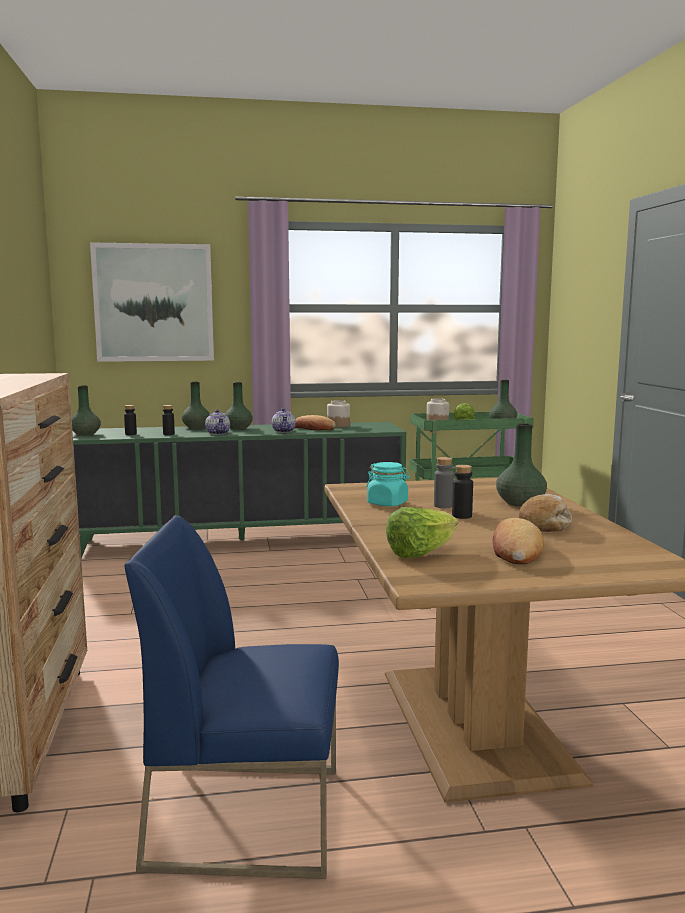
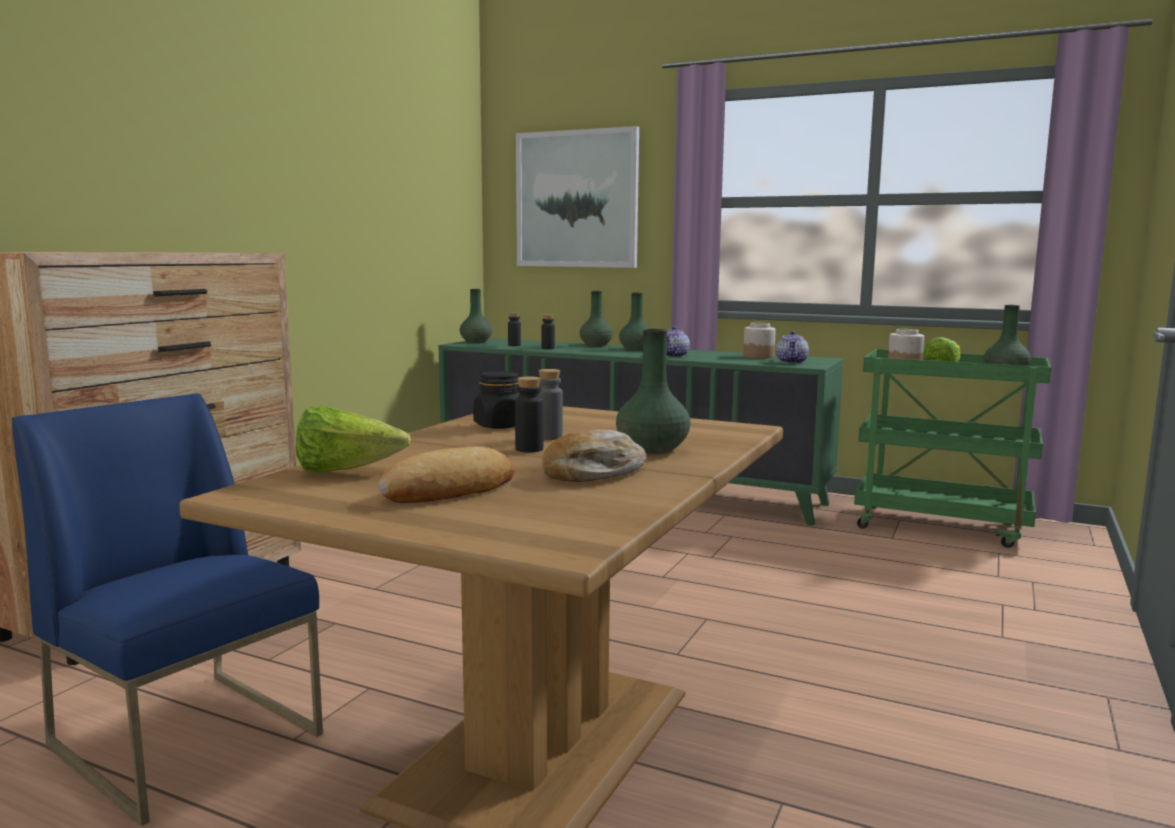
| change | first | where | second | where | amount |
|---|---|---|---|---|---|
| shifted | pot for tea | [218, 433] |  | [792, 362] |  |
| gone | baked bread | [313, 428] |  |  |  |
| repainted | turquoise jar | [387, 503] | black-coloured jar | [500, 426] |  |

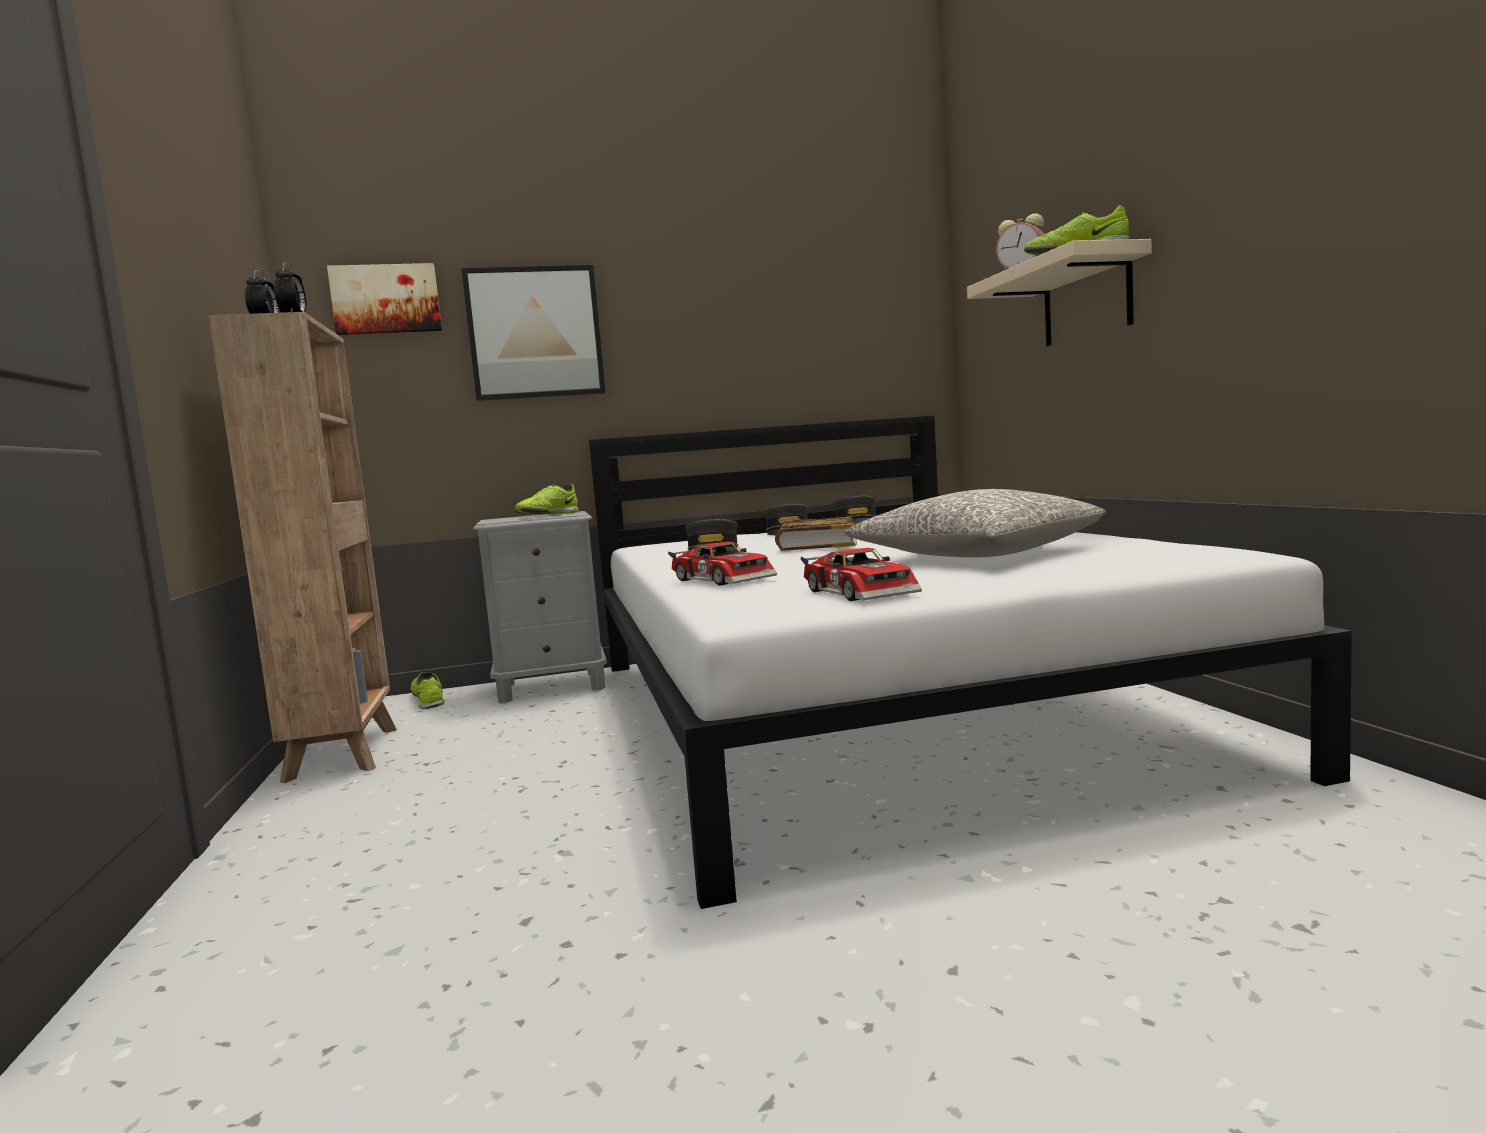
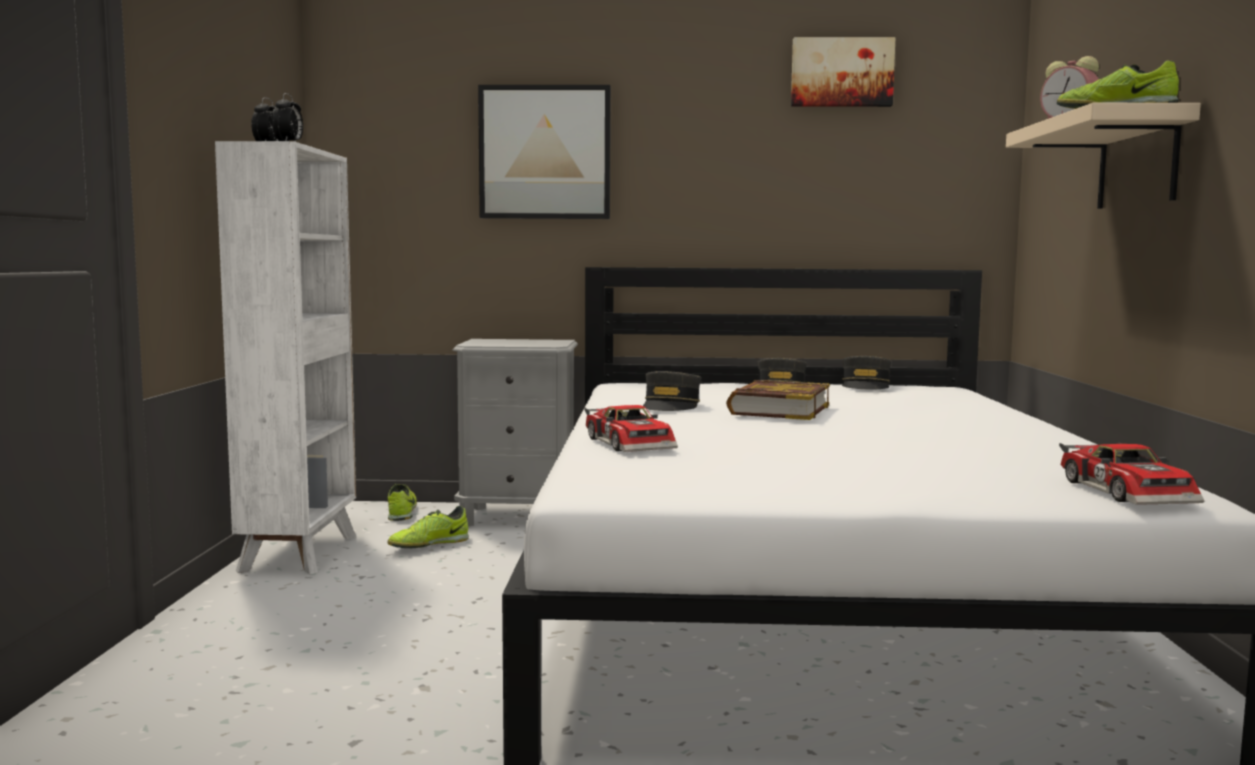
| change | first | where | second | where | amount |
|---|---|---|---|---|---|
| shifted | wall art | [386, 299] |  | [841, 73] |  |
| repainted | brown bookcase | [344, 752] | white bookcase | [301, 552] |  |
| shifted | item of footwear | [547, 515] |  | [428, 545] |  |
| gone | greyish cushion | [977, 555] |  |  |  |
| shifted | toy car | [862, 592] |  | [1129, 491] |  |

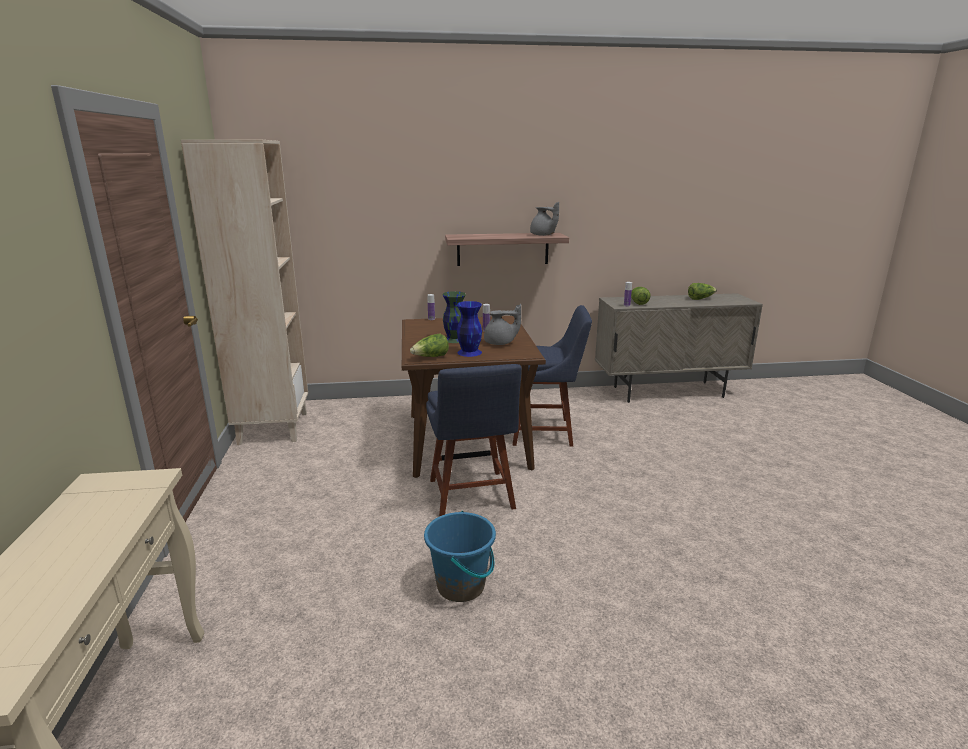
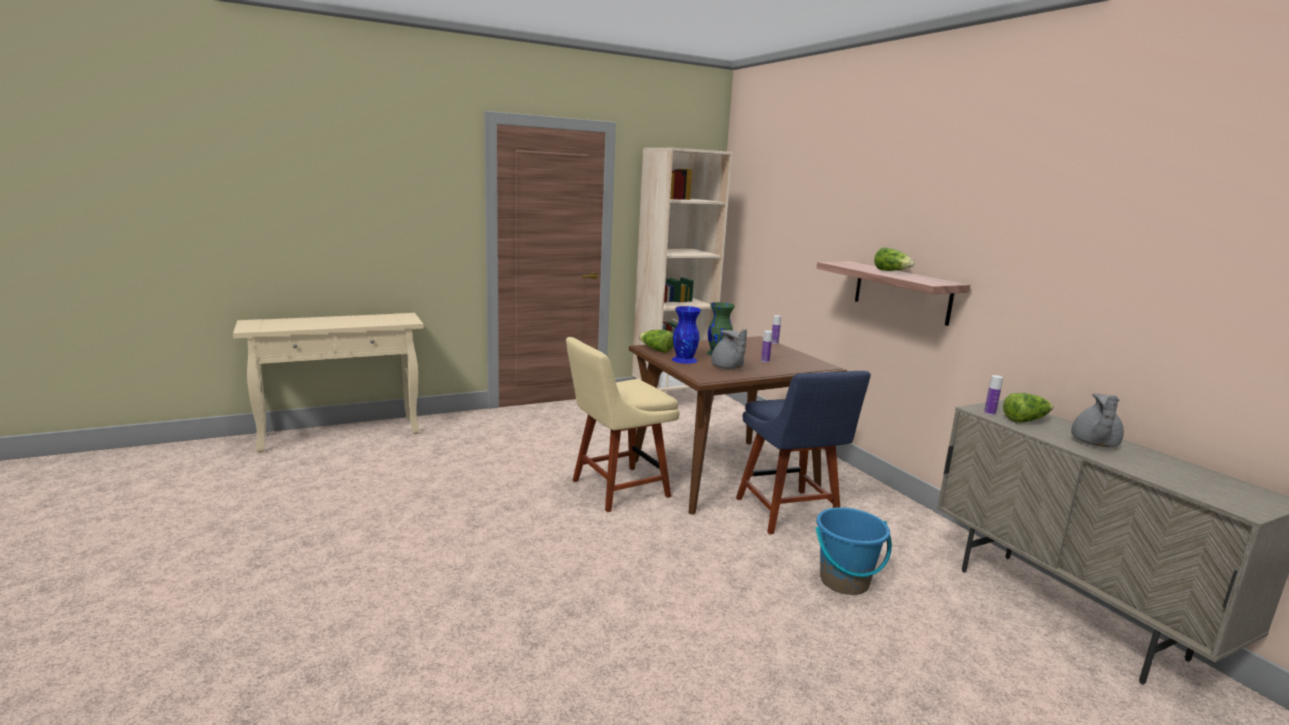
| change | first | where | second | where | amount |
|---|---|---|---|---|---|
| shifted | greyish pot for tea | [543, 235] |  | [1093, 443] |  |
| shifted | lettuce head | [700, 299] |  | [891, 271] |  |
| repainted | blue-coloured chair | [472, 496] | sand-coloured chair | [616, 489] |  |
| shifted | blue-coloured water bucket | [461, 586] |  | [844, 581] |  |

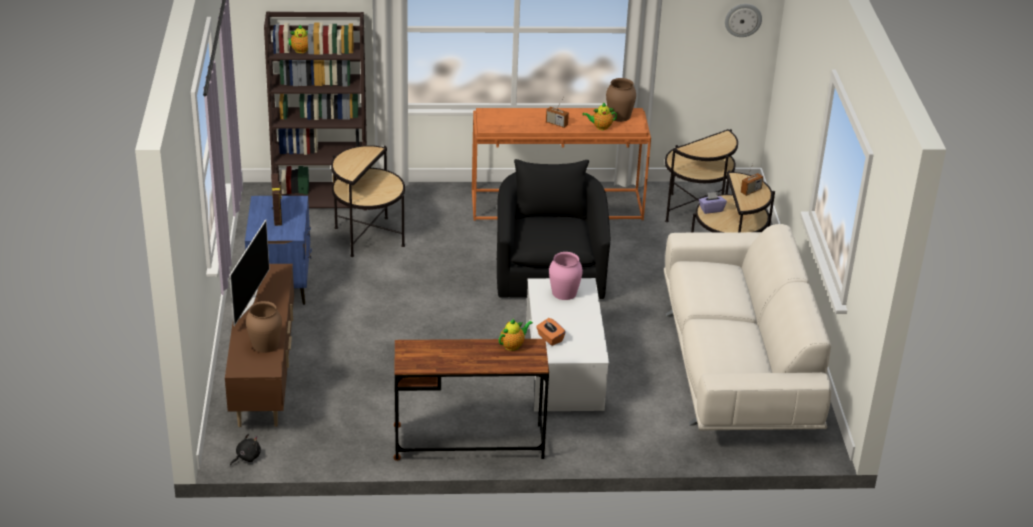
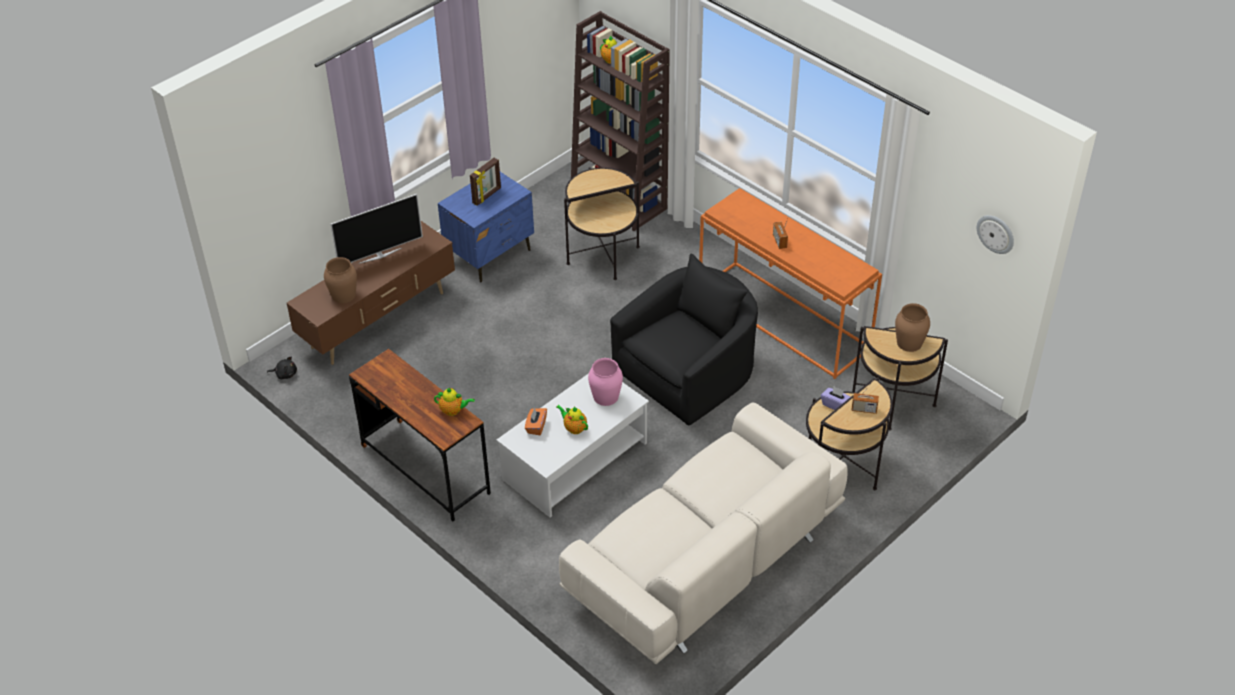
| change | first | where | second | where | amount |
|---|---|---|---|---|---|
| shifted | brown decorative vase | [619, 116] |  | [909, 343] |  |
| shifted | pot for tea | [600, 127] |  | [574, 428] |  |

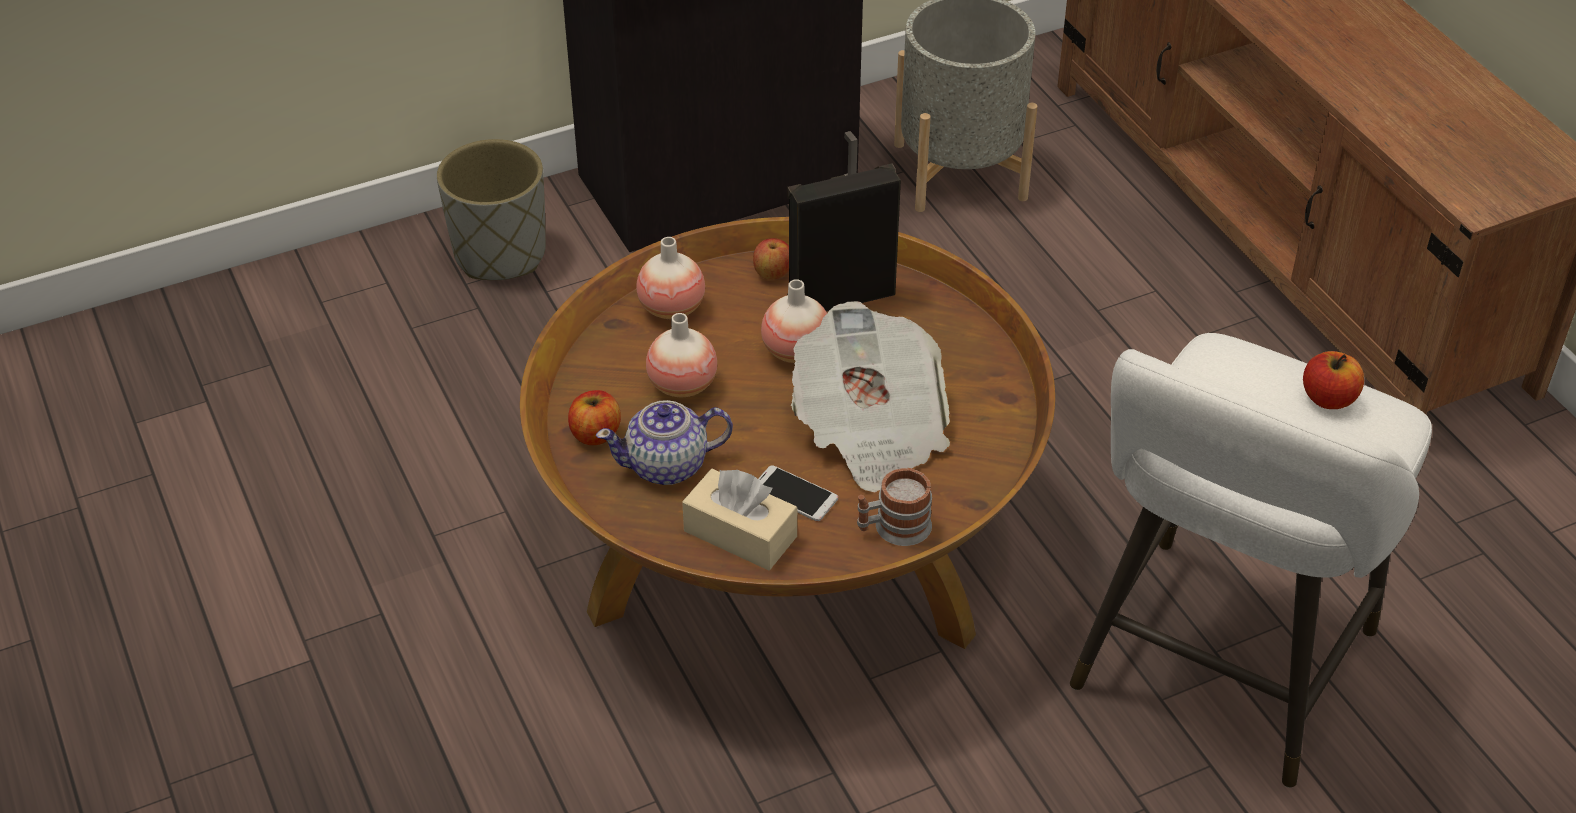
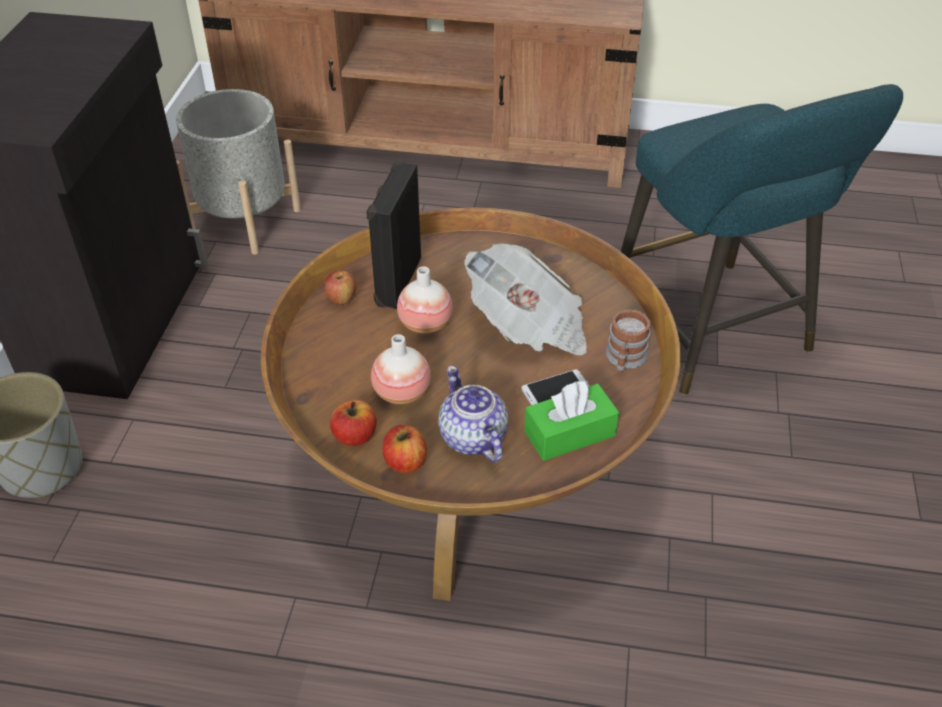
| change | first | where | second | where | amount |
|---|---|---|---|---|---|
| gone | decorative vase | [671, 308] |  |  |  |
| repainted | white stool seat | [1215, 672] | turquoise stool seat | [714, 334] |  |
| shifted | apple fruit | [1328, 398] |  | [355, 436] |  |
| rotated | pot for tea | [668, 465] |  | [472, 438] | 135 degrees clockwise |
| repainted | sand-coloured tissue holder | [740, 534] | green tissue holder | [569, 433] |  |

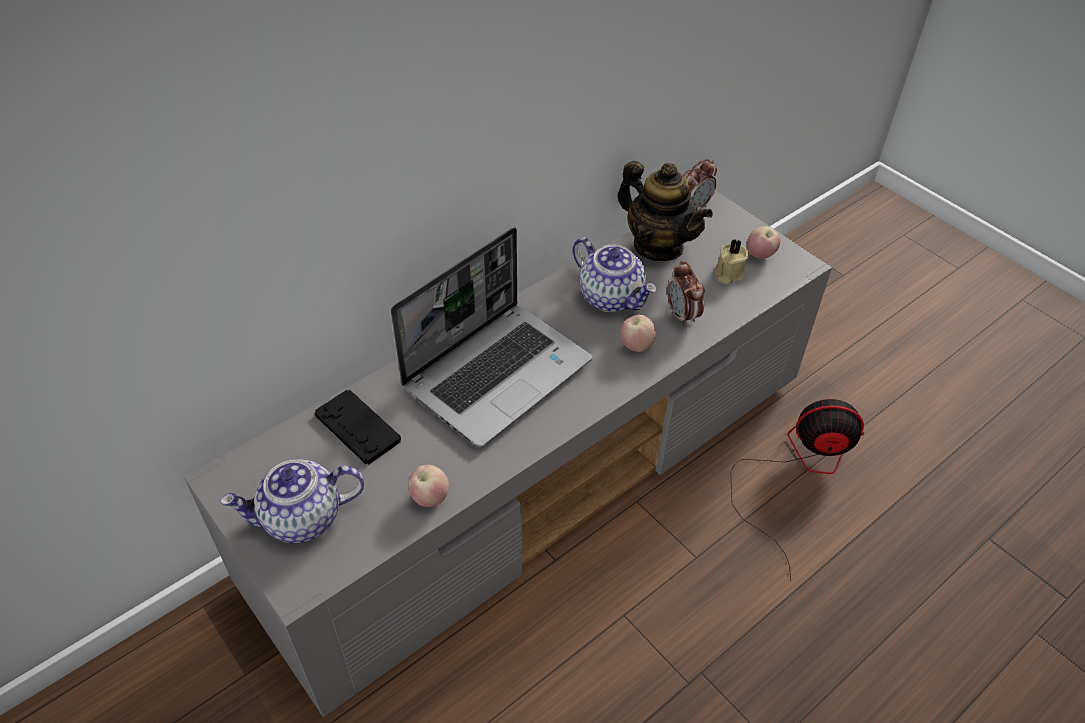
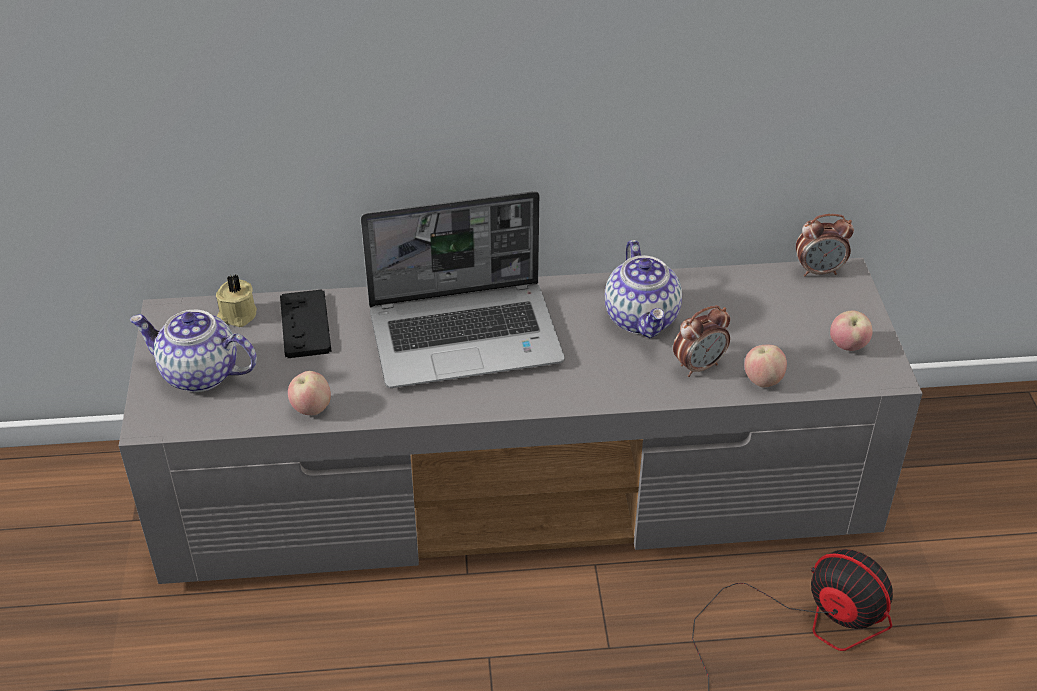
| change | first | where | second | where | amount |
|---|---|---|---|---|---|
| gone | pot for tea | [658, 246] |  |  |  |
| shifted | sand-coloured wax light | [728, 274] |  | [237, 315] |  |
| rotated | alarm clock | [682, 315] |  | [699, 366] | 135 degrees counterclockwise |
| shifted | apple fruit | [636, 346] |  | [763, 381] |  |

